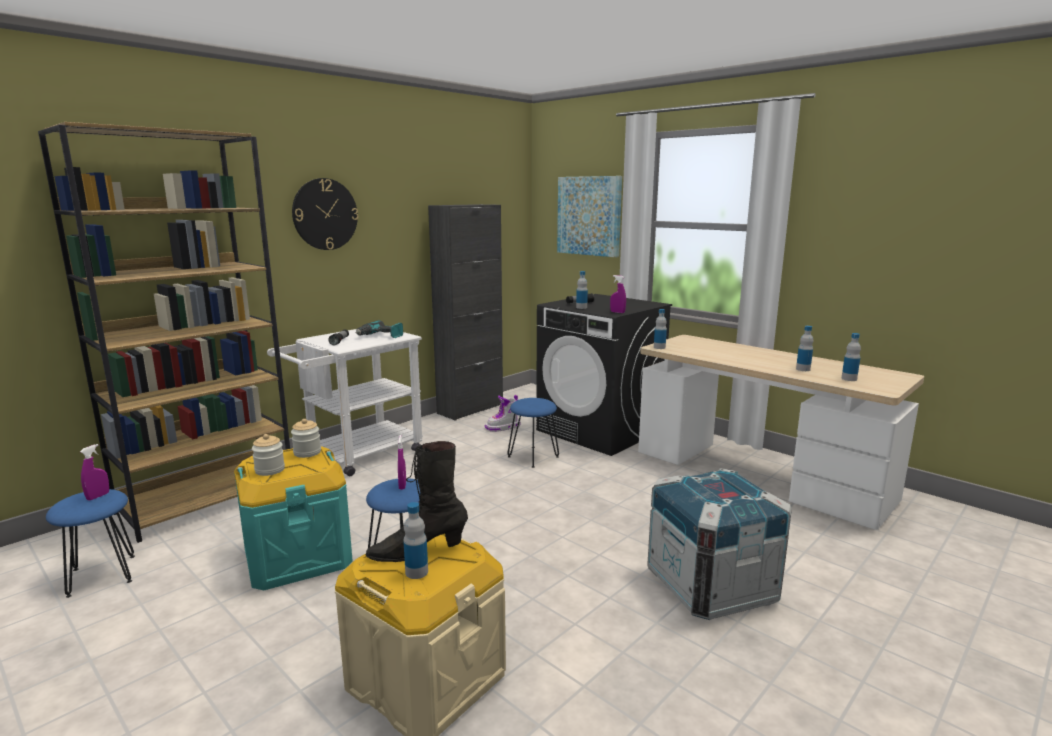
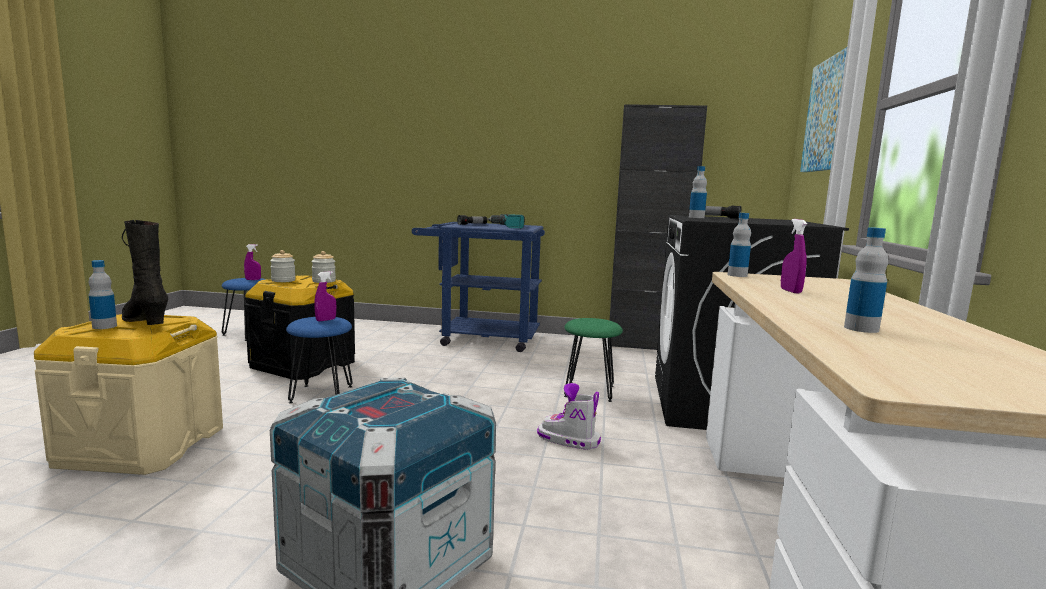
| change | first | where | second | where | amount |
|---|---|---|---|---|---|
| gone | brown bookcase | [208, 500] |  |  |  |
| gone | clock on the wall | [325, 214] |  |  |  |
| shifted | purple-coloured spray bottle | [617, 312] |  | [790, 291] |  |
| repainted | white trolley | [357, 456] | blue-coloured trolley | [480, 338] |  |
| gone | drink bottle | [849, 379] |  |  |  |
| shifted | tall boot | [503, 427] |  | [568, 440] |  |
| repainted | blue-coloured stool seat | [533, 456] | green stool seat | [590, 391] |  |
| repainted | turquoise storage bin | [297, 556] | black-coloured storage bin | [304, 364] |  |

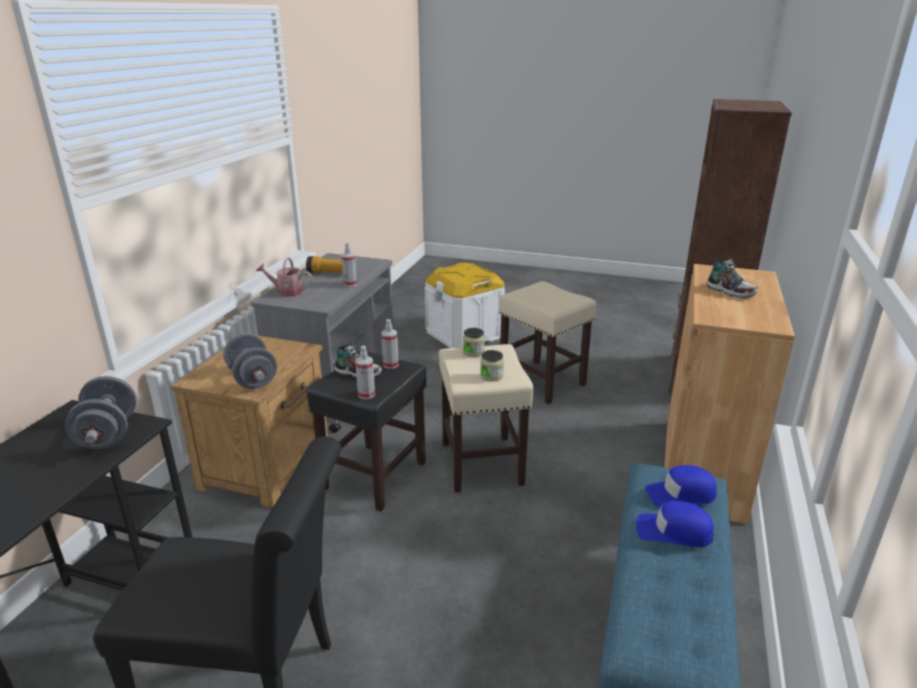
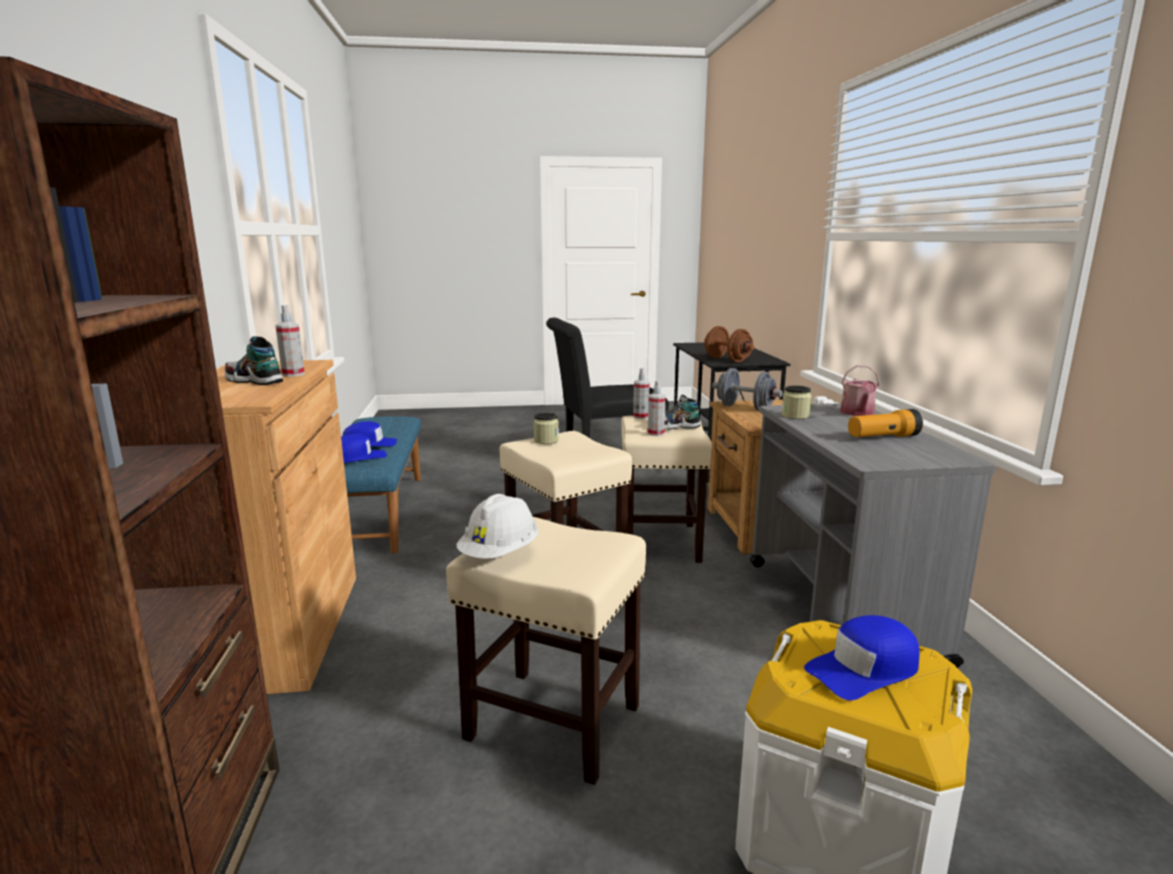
| change | first | where | second | where | amount |
|---|---|---|---|---|---|
| shifted | spray bottle | [350, 284] |  | [293, 374] |  |
| rotated | watering pot | [286, 292] |  | [858, 413] | 120 degrees clockwise |
| shifted | jar | [473, 352] |  | [795, 416] |  |
| repainted | black-coloured stool seat | [375, 475] | sand-coloured stool seat | [660, 542] |  |
| repainted | greyish dumbbell | [108, 434] | brown dumbbell | [727, 359] |  |
| new |  |  | white hard hat | [500, 554] |  |
| new |  |  | blue-coloured cap | [864, 669] |  |

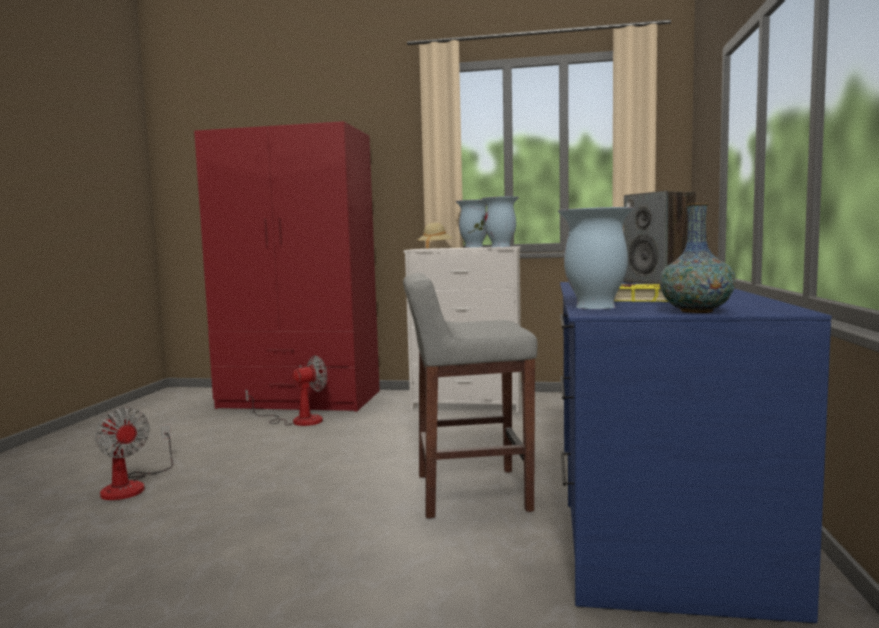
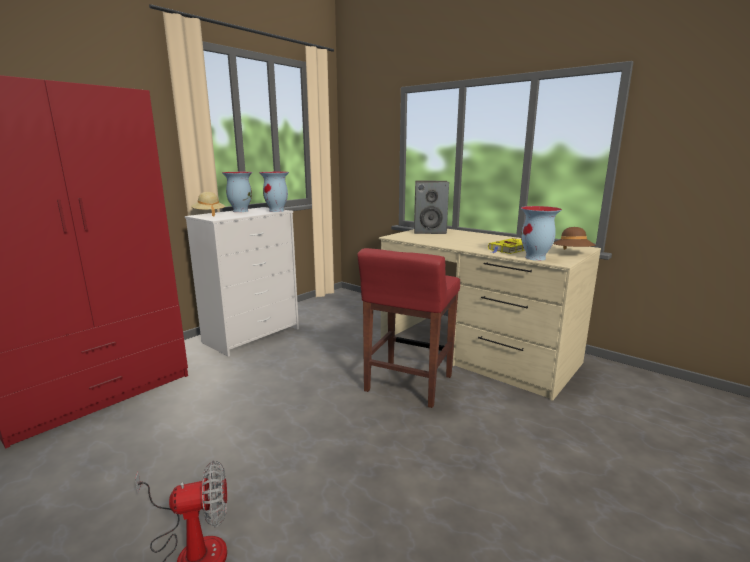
| change | first | where | second | where | amount |
|---|---|---|---|---|---|
| swapped | decorative vase | [696, 311] | brown clothing hat | [572, 253] |  |
| repainted | greyish stool seat | [469, 492] | red stool seat | [408, 384] |  |
| repainted | blue-coloured desk | [651, 512] | sand-coloured desk | [476, 352] |  |
| gone | fan | [297, 420] |  |  |  |

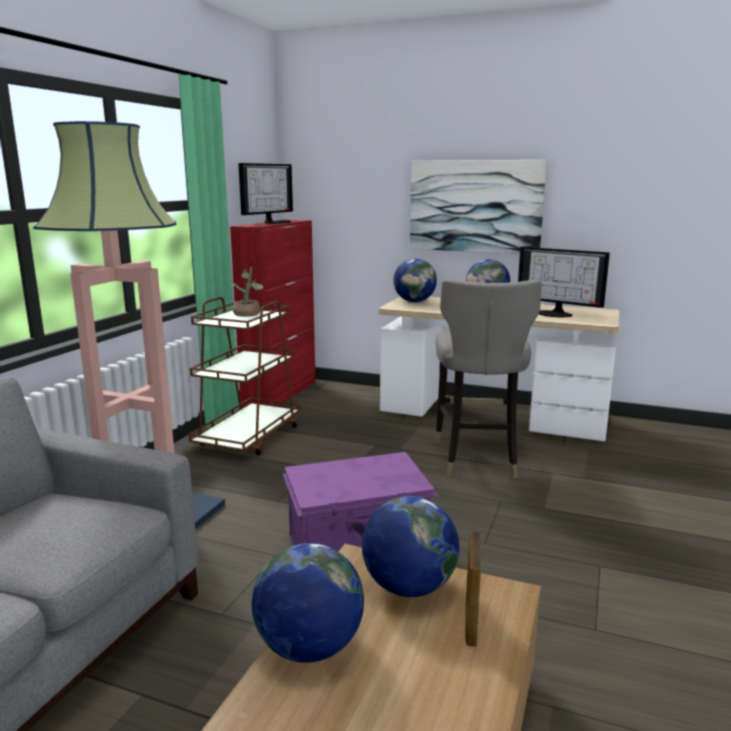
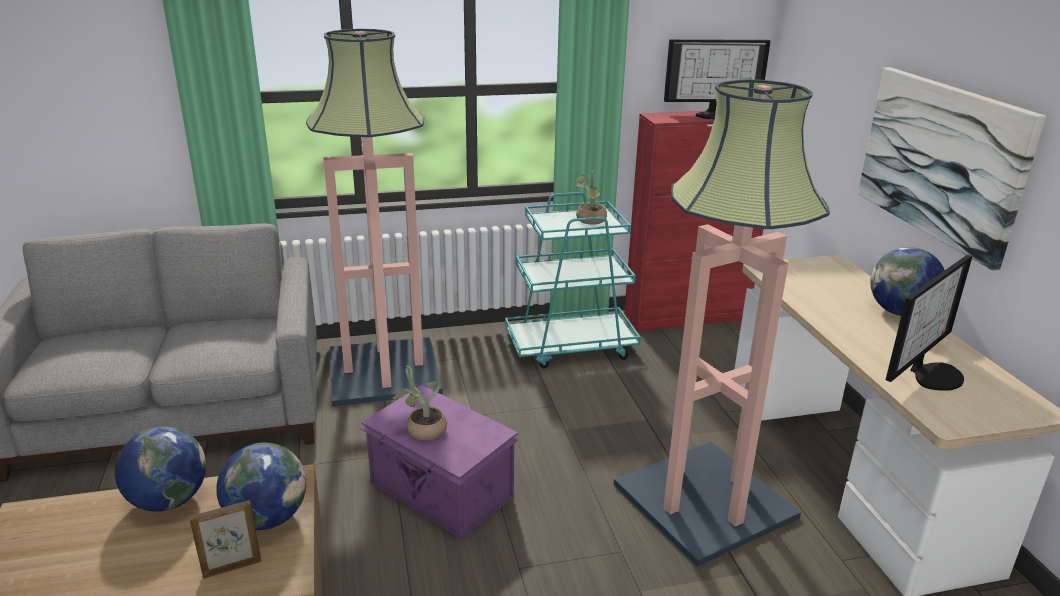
| change | first | where | second | where | amount |
|---|---|---|---|---|---|
| rotated | monitor | [555, 313] |  | [931, 374] | 135 degrees counterclockwise |
| gone | desk globe | [414, 301] |  |  |  |
| swapped | greyish stool seat | [477, 459] | floor lamp | [703, 500] |  |
| repainted | brown trolley | [249, 437] | turquoise trolley | [571, 346] |  |
| new |  |  | potted plant | [422, 429] |  |

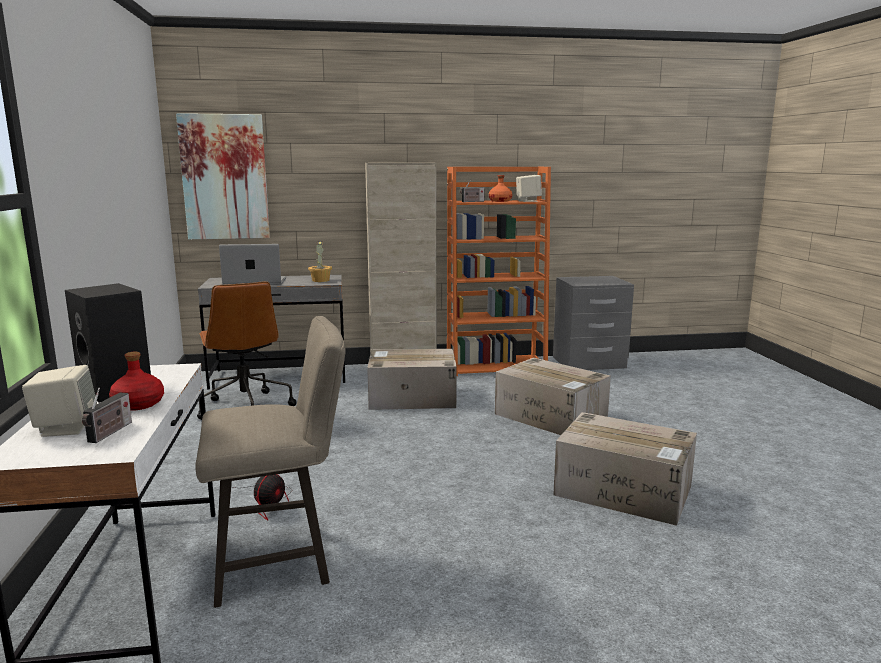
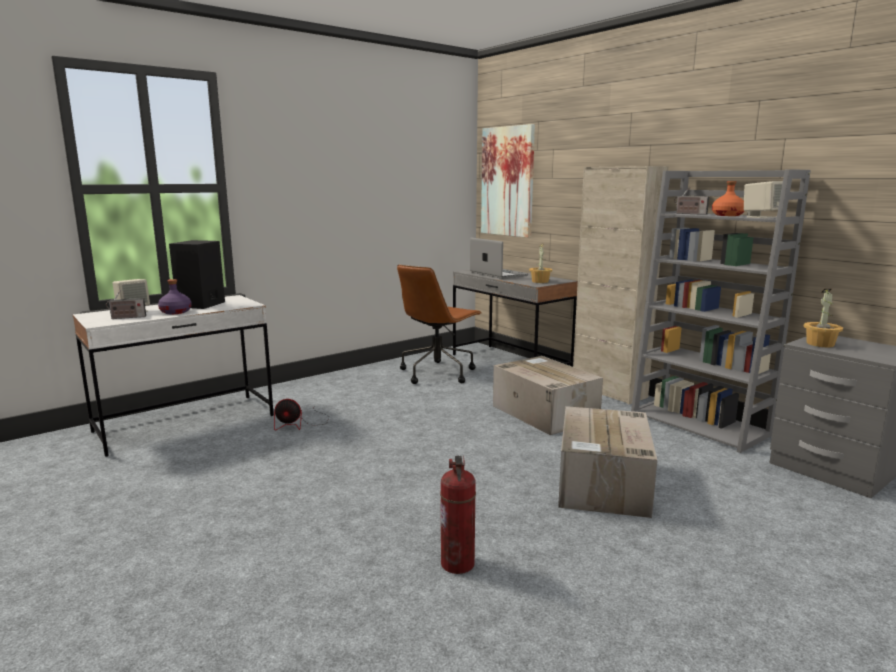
| change | first | where | second | where | amount |
|---|---|---|---|---|---|
| repainted | orange bookcase | [496, 366] | greyish bookcase | [700, 424] |  |
| gone | sand-coloured stool seat | [282, 560] |  |  |  |
| repainted | red drink bottle | [138, 404] | purple-coloured drink bottle | [176, 312] |  |
| swapped | cardboard box | [625, 491] | extinguisher | [458, 564] |  |
| new |  |  | potted plant | [820, 344] |  |

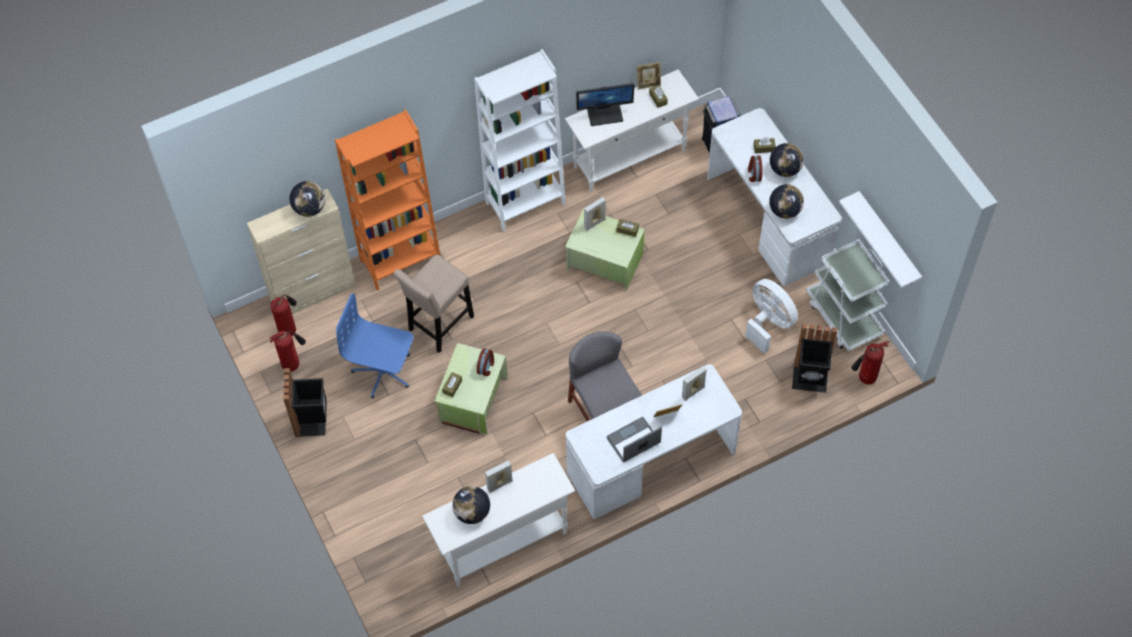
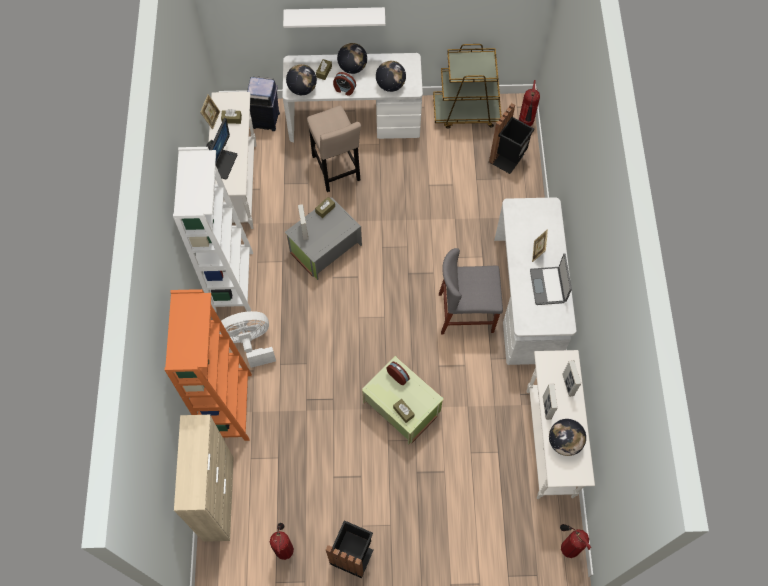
| change | first | where | second | where | amount |
|---|---|---|---|---|---|
| shifted | desk globe | [310, 208] |  | [302, 89] |  |
| shifted | white wall shelf | [888, 240] |  | [334, 16] |  |
| repainted | green storage bin | [605, 260] | greyish storage bin | [324, 247] |  |
| repainted | white trolley | [844, 316] | brown trolley | [466, 112] |  |
| shifted | sand-coloured stool seat | [439, 326] |  | [336, 171] |  |
| shifted | white fan | [768, 323] |  | [249, 343] |  |
| gone | blue-coloured office chair | [383, 372] |  |  |  |
| shifted | extinguisher | [288, 330] |  | [567, 547] |  |
| shifted | standing frame | [693, 392] |  | [568, 385] |  |

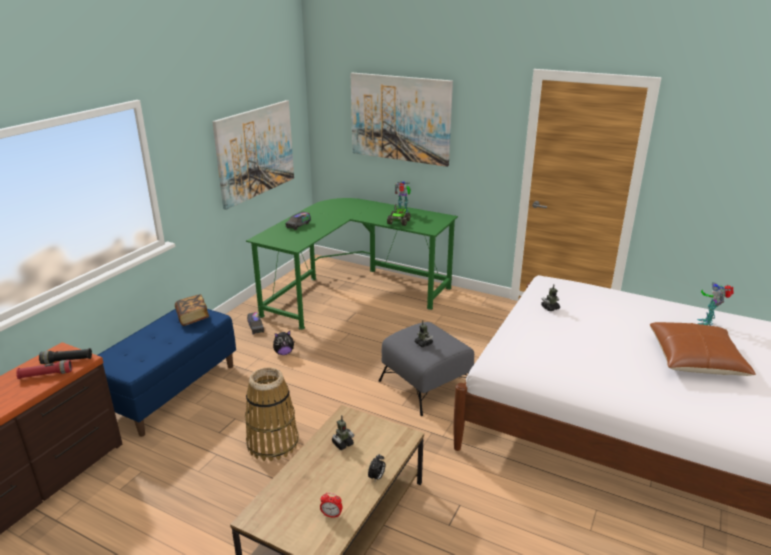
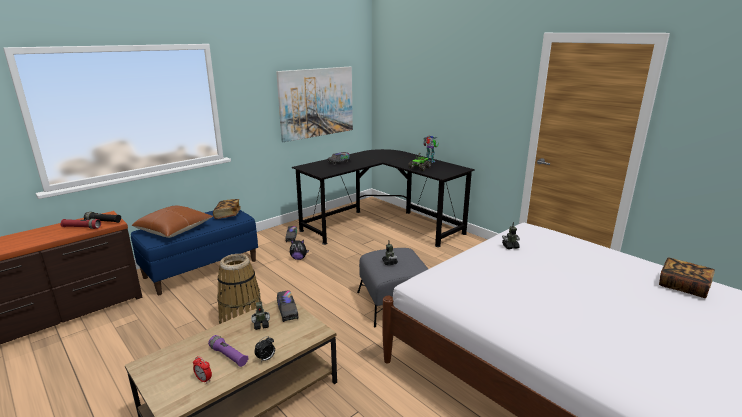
| change | first | where | second | where | amount |
|---|---|---|---|---|---|
| gone | wall art | [400, 118] |  |  |  |
| repainted | green desk | [353, 291] | black-coloured desk | [382, 225] |  |
| swapped | model robot | [708, 323] | bound book | [683, 286] |  |
| shifted | brown cushion | [695, 359] |  | [174, 229] |  |
| new |  |  | toy lorry | [287, 311] |  |
| new |  |  | purple-coloured flashlight | [228, 356] |  |

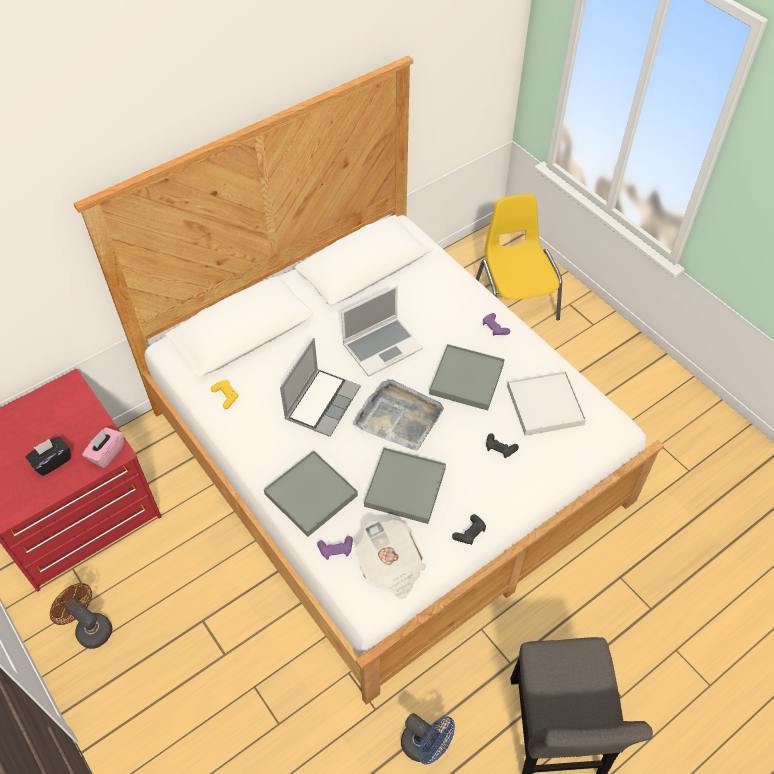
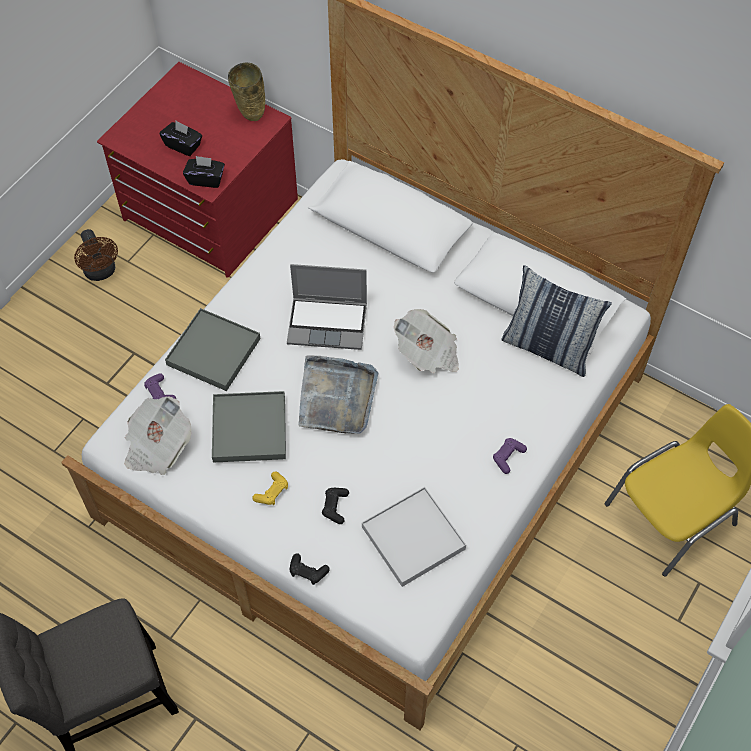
| change | first | where | second | where | amount |
|---|---|---|---|---|---|
| swapped | portable computer | [382, 346] | printed paper | [428, 353] |  |
| gone | greyish carrying tray | [466, 379] |  |  |  |
| shifted | yellow gamepad | [226, 396] |  | [272, 492] |  |
| repainted | pink-coloured tissue holder | [106, 453] | black-coloured tissue holder | [206, 179] |  |
| shifted | black-coloured gamepad | [469, 533] |  | [308, 571] |  |
| rotated | brown fan | [90, 628] |  | [101, 272] | 135 degrees clockwise |
| gone | blue-coloured fan | [425, 746] |  |  |  |
| new |  |  | sand-coloured decorative vase | [250, 115] |  |
| new |  |  | cushion | [548, 348] |  |

